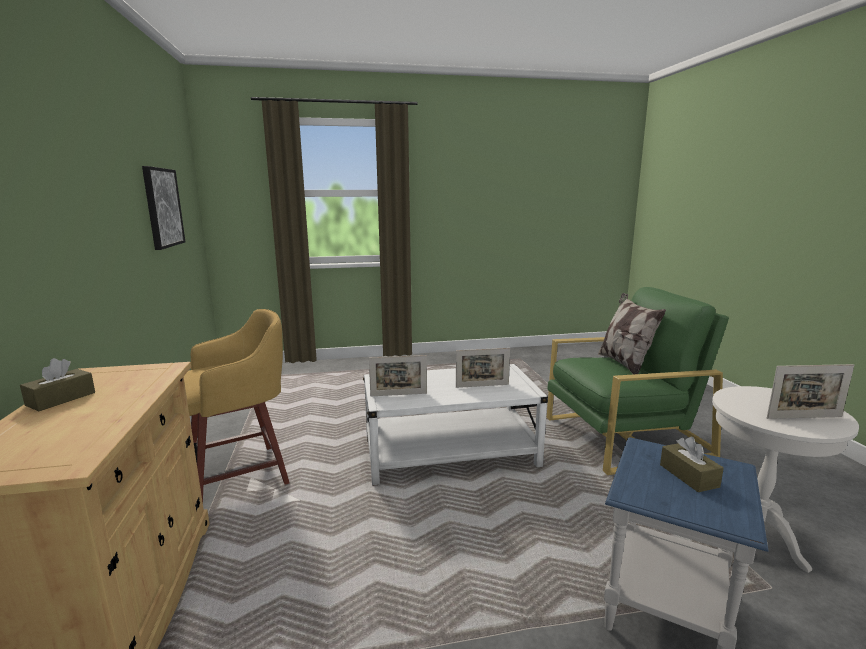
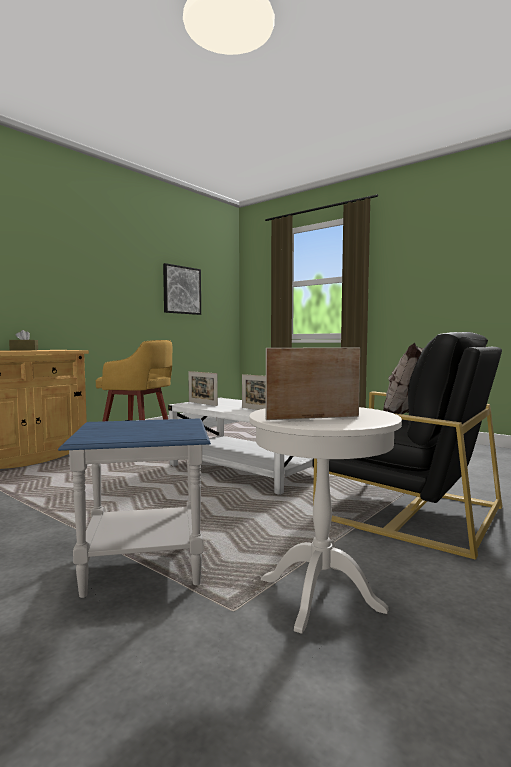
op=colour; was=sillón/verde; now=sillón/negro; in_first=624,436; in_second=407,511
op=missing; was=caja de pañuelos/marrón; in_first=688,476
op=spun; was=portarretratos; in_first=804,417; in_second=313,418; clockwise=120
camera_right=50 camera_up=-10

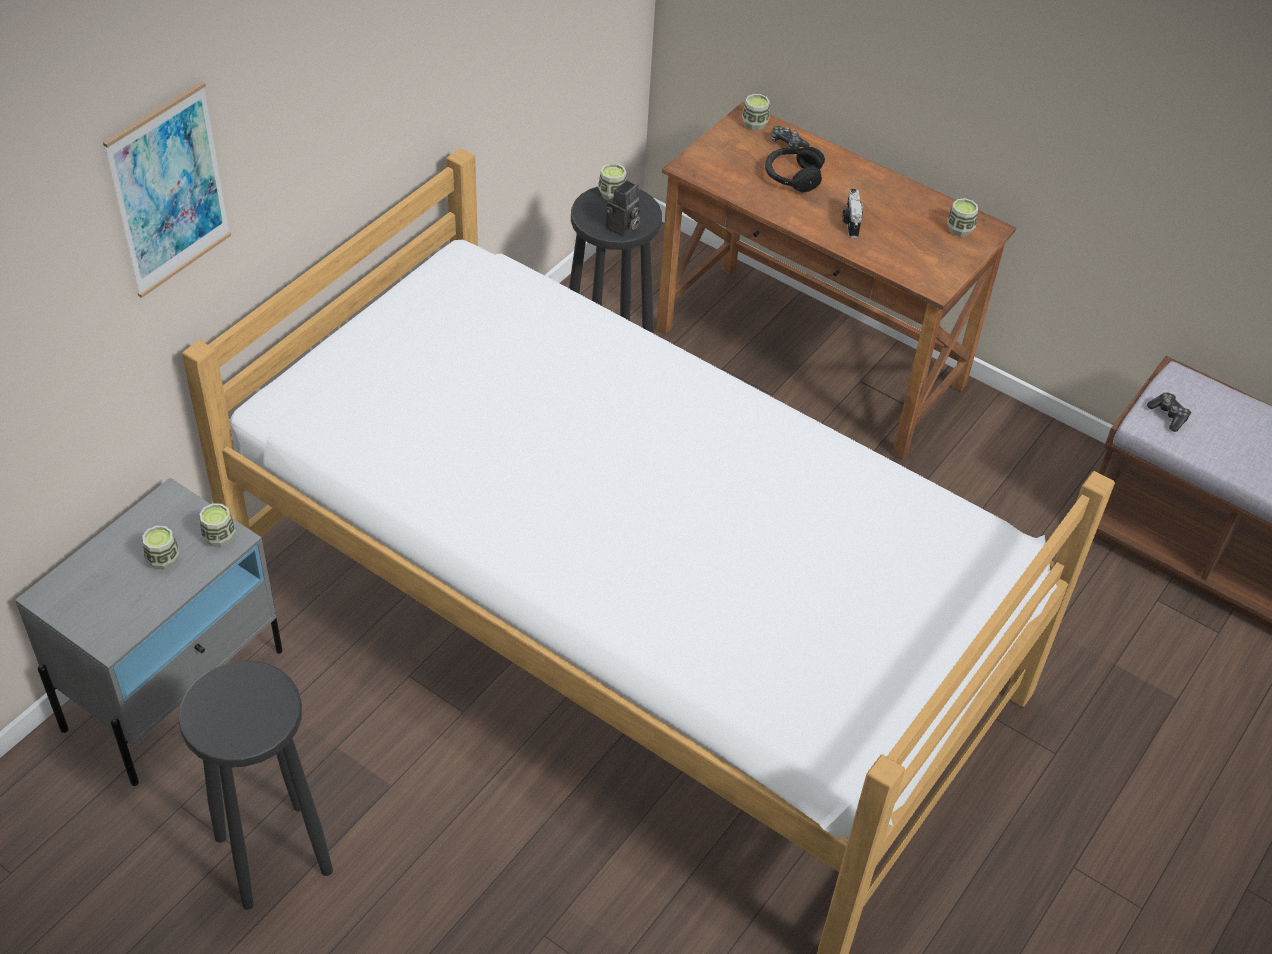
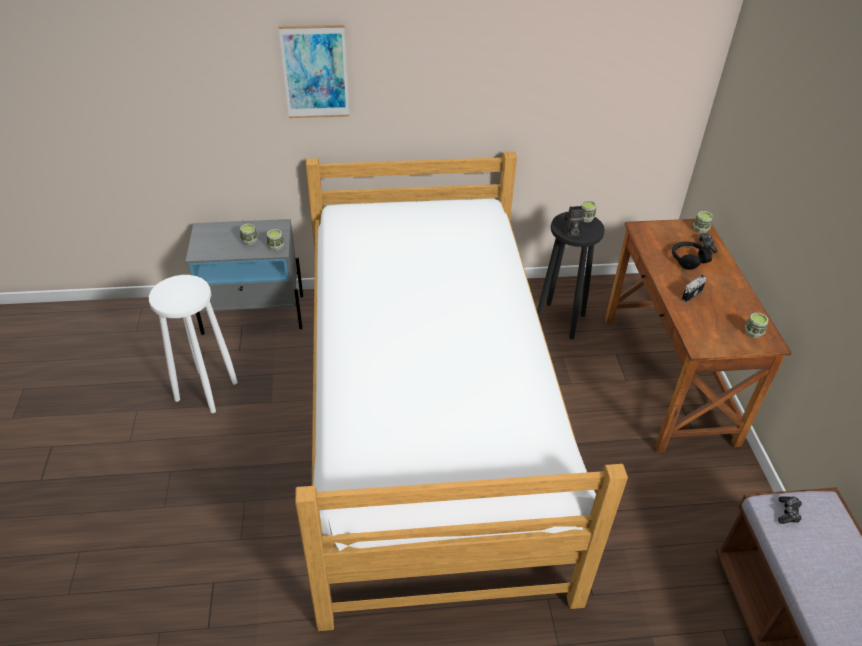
op=colour; was=taburete/negro; now=taburete/blanco; in_first=274,856; in_second=205,391
camera_right=50 camera_up=-5

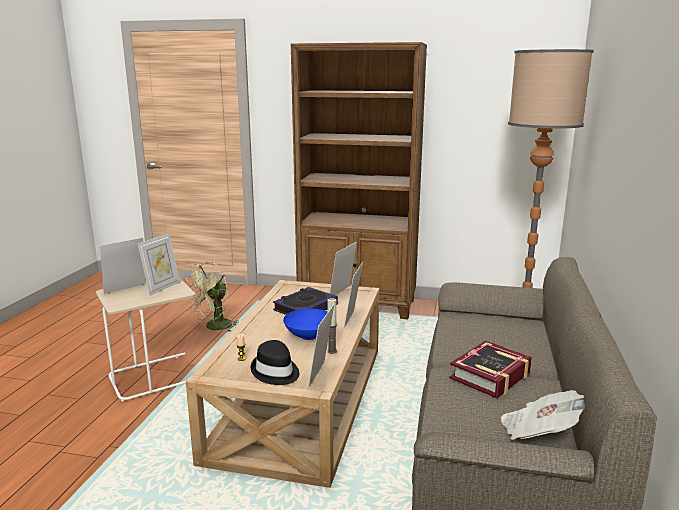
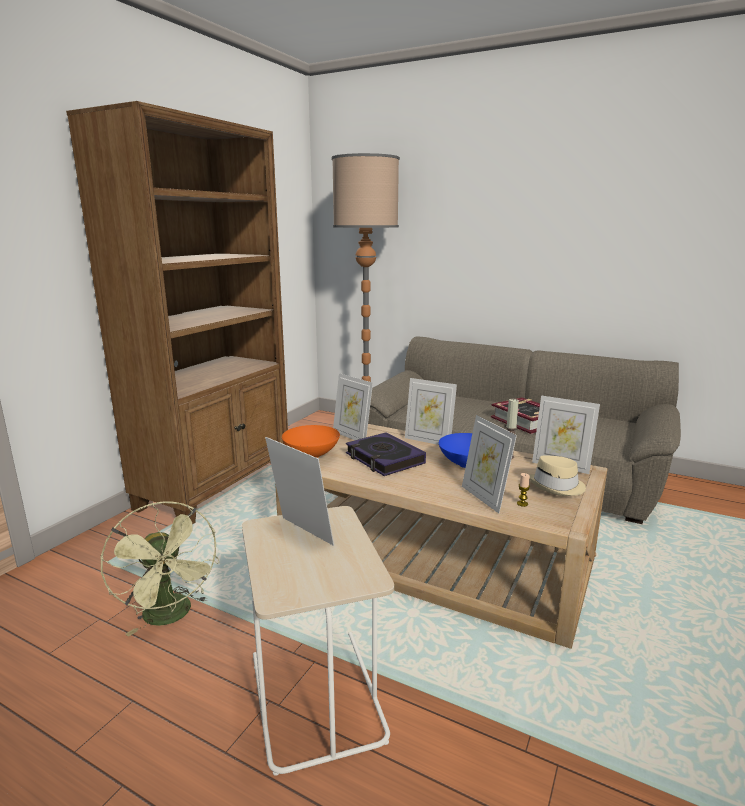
op=relocated; was=portarretratos; in_first=126,290; in_second=484,498
op=colour; was=sombrero/negro; now=sombrero/beis; in_first=275,372; in_second=557,486
op=missing; was=periódico; in_first=539,432
op=appeared; now=cuenco/naranja; in_second=311,455
camera_right=-75 camera_up=0

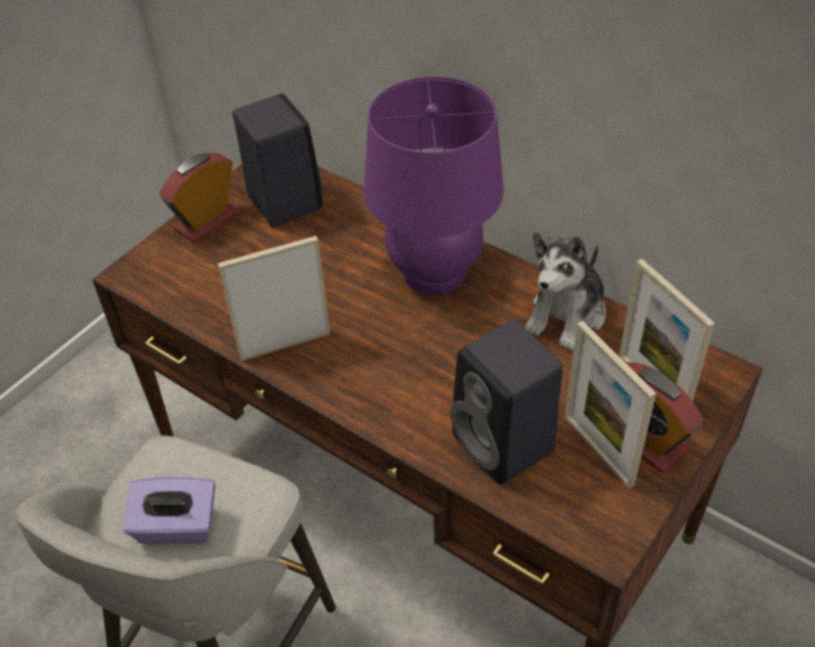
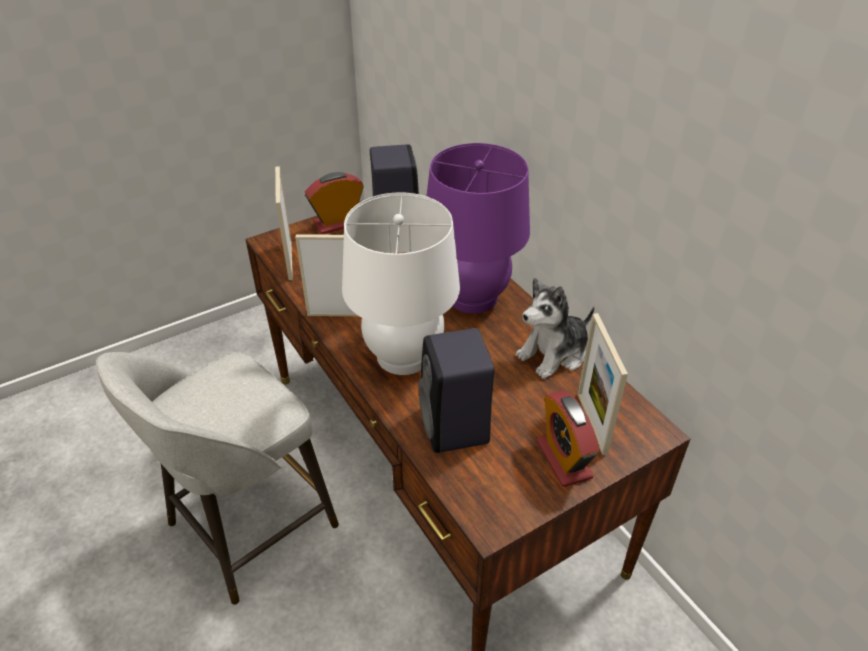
op=missing; was=caja de pañuelos/morado; in_first=176,527
op=relocated; was=portarretratos; in_first=598,450; in_second=290,260
op=appeared; now=lámpara de mesa/blanco; in_second=403,356
camera_right=20 camera_up=-5

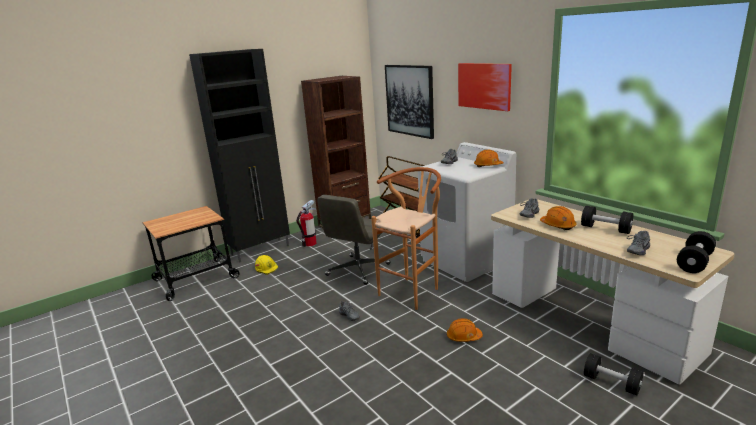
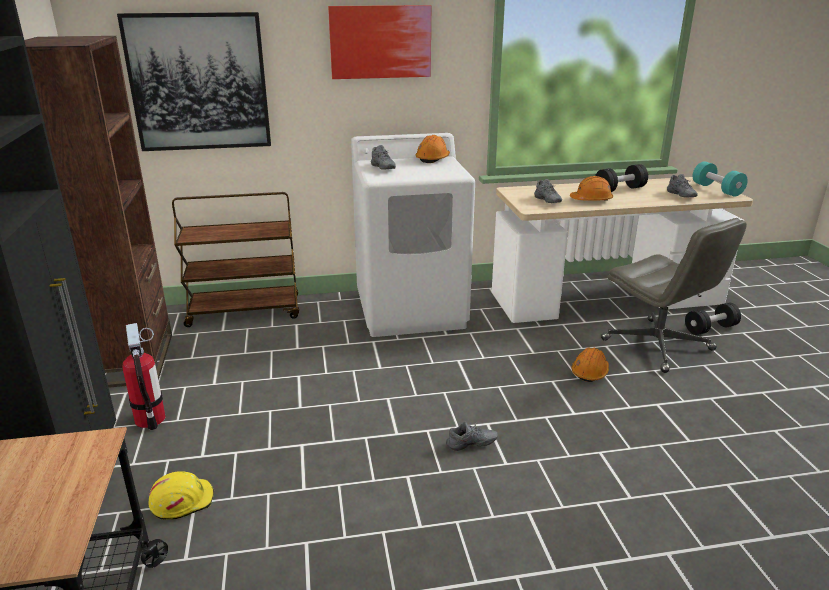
op=relocated; was=silla de oficina/gris; in_first=358,270; in_second=658,345
op=missing; was=taburete/marrón; in_first=413,290
op=colour; was=mancuerna/negro; now=mancuerna/turquesa; in_first=694,262; in_second=717,189
camera_right=-65 camera_up=5

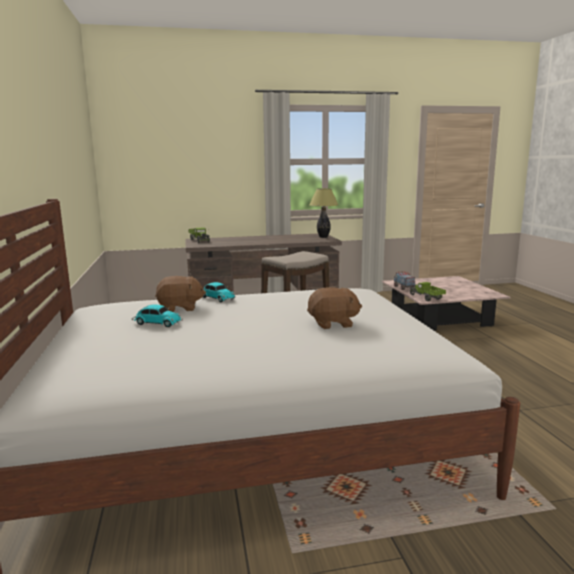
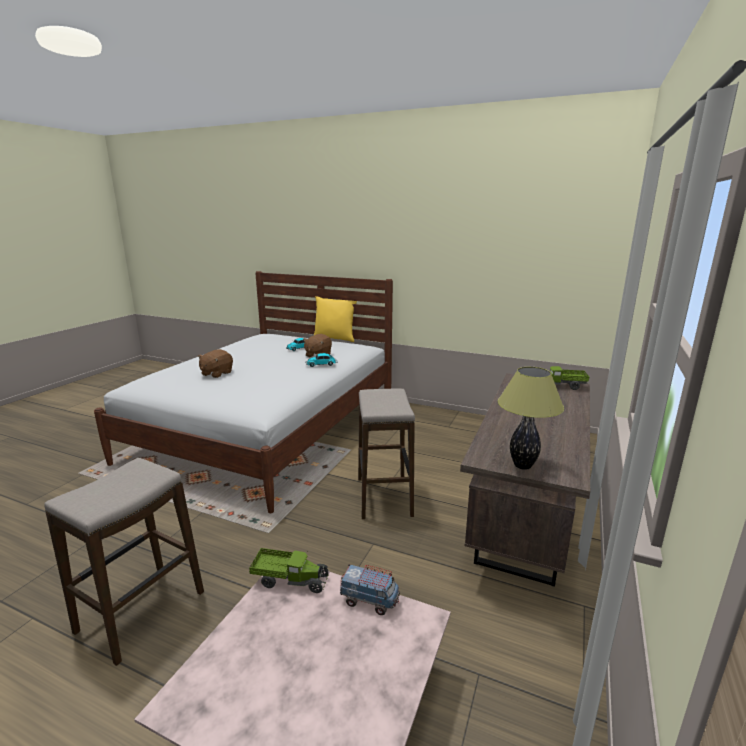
op=appeared; now=taburete; in_second=141,612
op=appeared; now=cojín/amarillo; in_second=335,339
camera_right=125 camera_up=5

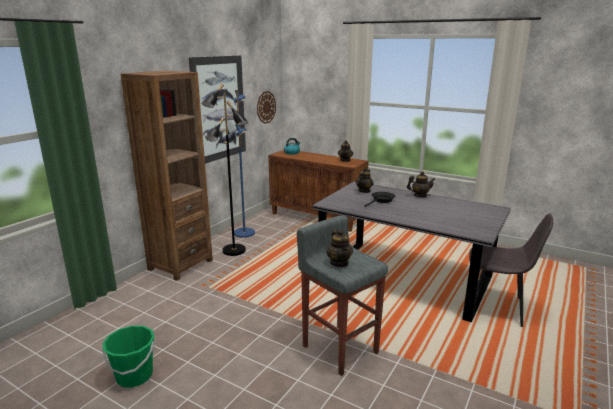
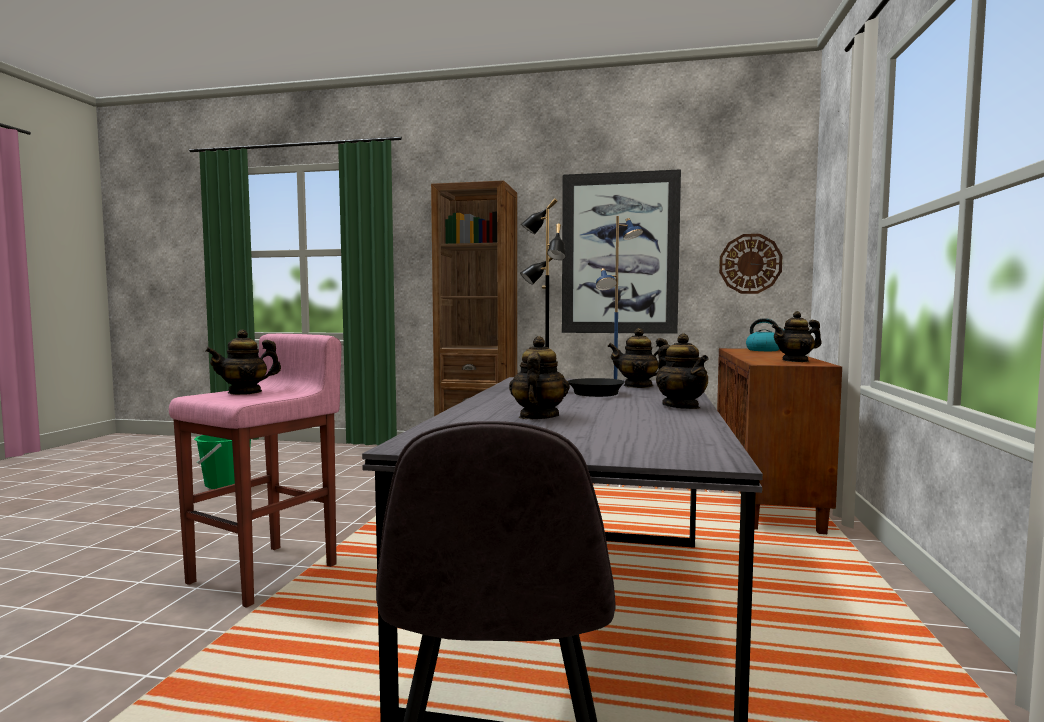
op=colour; was=taburete/gris; now=taburete/rosa; in_first=340,348; in_second=266,573
op=appeared; now=tetera; in_second=538,417
camera_right=70 camera_up=-15

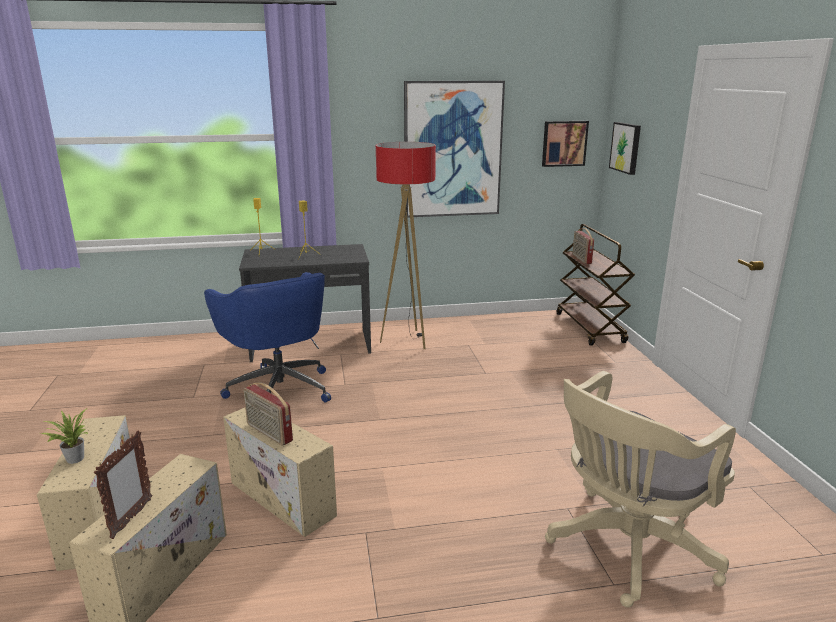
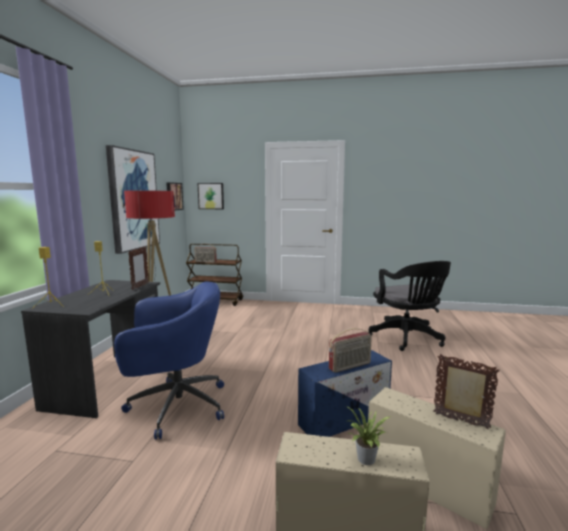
op=colour; was=caja de almacenaje/beis; now=caja de almacenaje/azul; in_first=283,499; in_second=345,419
op=colour; was=silla de oficina/beis; now=silla de oficina/negro; in_first=626,549; in_second=408,338
op=appeared; now=portarretratos; in_second=140,286
camera_right=-70 camera_up=-10

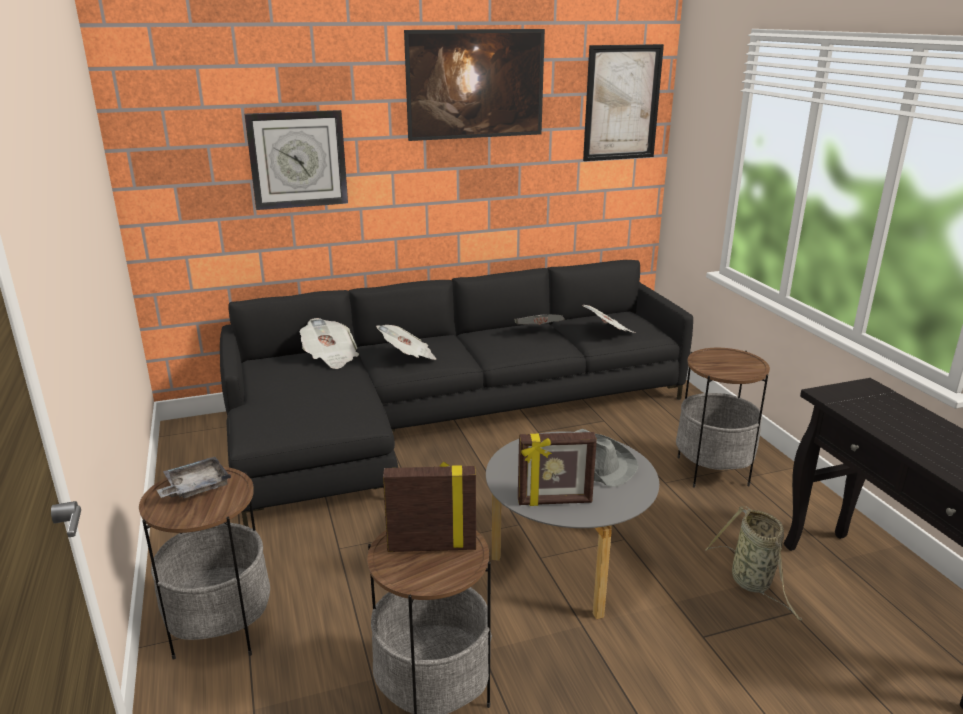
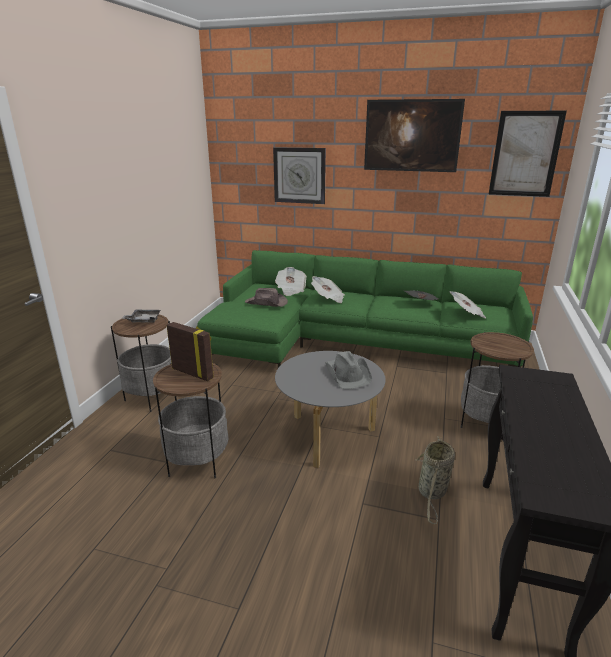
op=colour; was=sofá/negro; now=sofá/verde; in_first=443,419; in_second=350,343
op=missing; was=portarretratos; in_first=554,502
op=appeared; now=sombrero/marrón; in_second=266,303
camera_right=35 camera_up=0

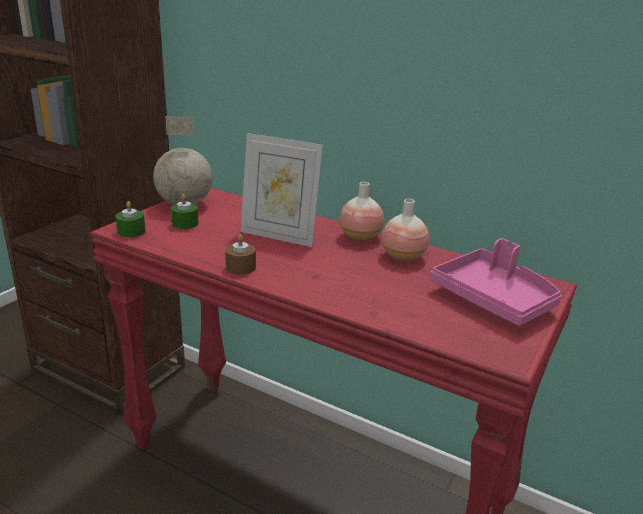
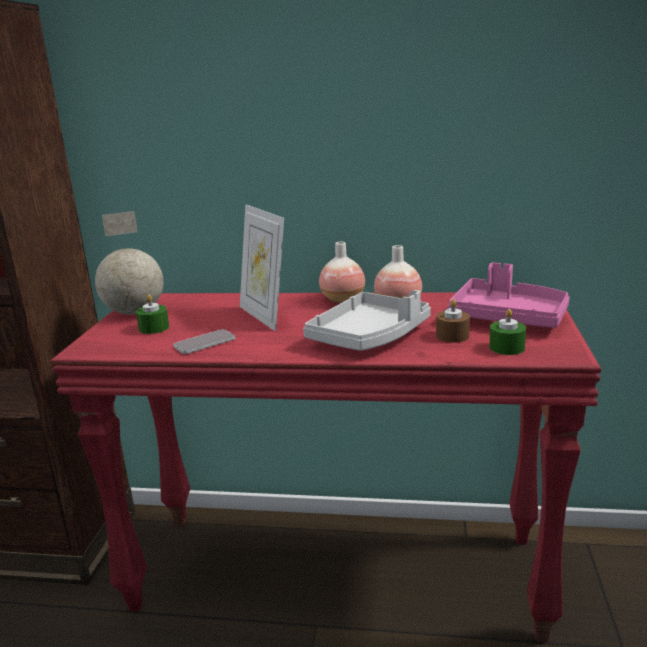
op=relocated; was=vela/verde; in_first=131,231; in_second=506,347
op=relocated; was=vela/marrón; in_first=240,267; in_second=452,336
op=spun; was=portarretratos; in_first=279,236; in_second=264,316; clockwise=60
op=appeared; now=móvil; in_second=204,343
op=appeared; now=bandeja/gris; in_second=369,336
camera_right=-20 camera_up=-5

